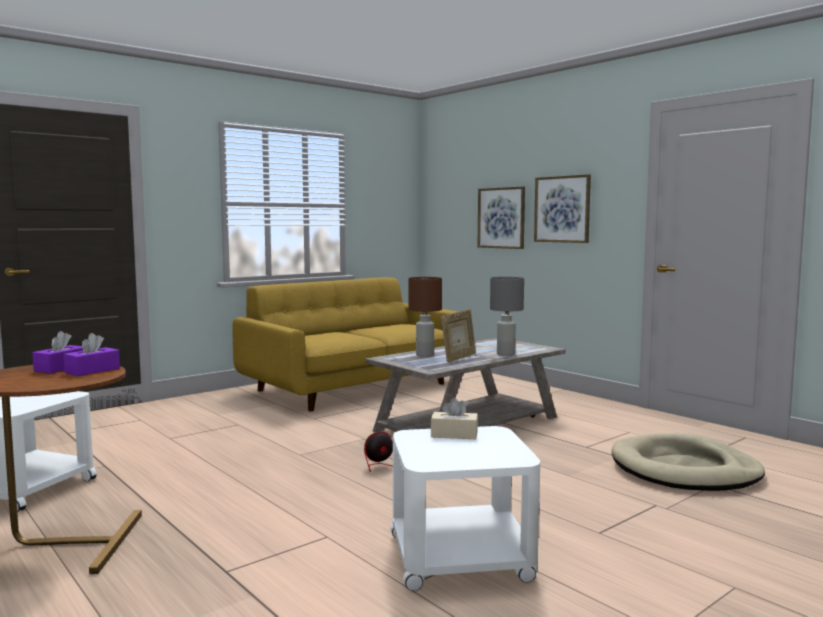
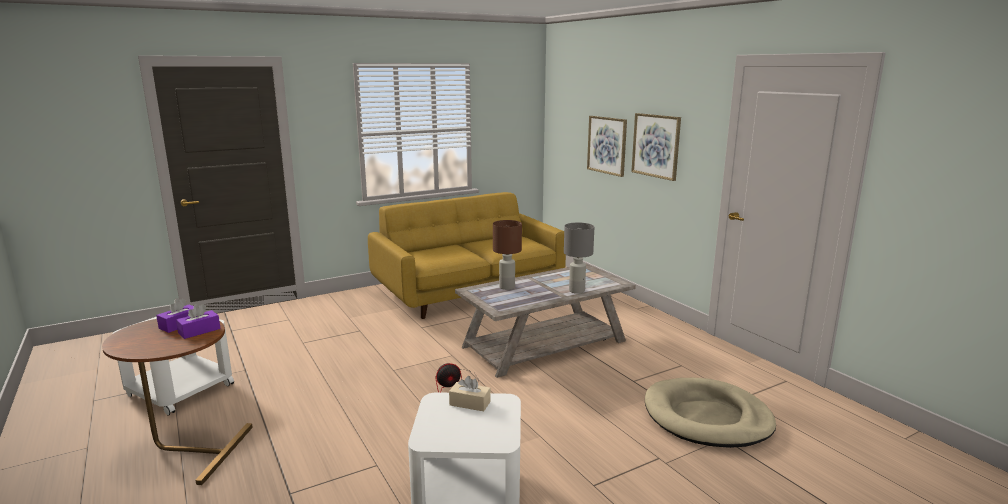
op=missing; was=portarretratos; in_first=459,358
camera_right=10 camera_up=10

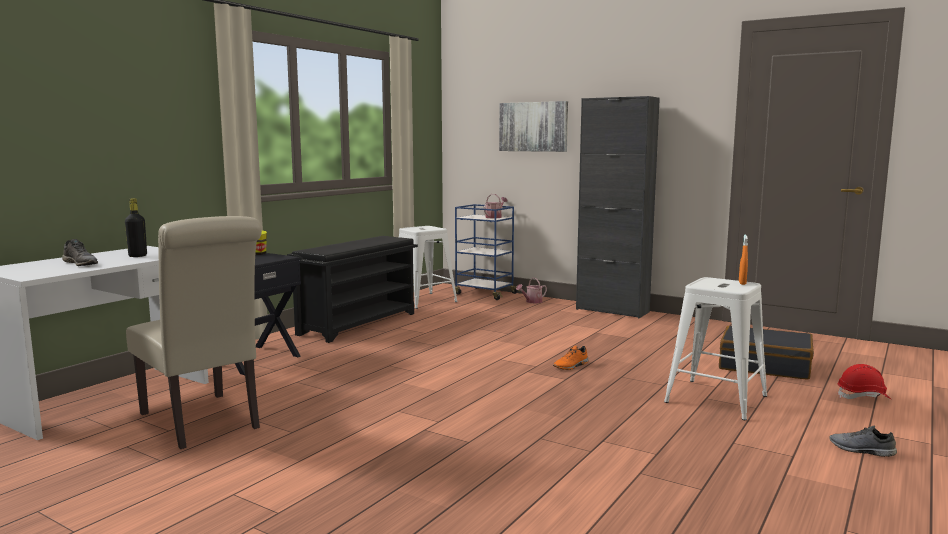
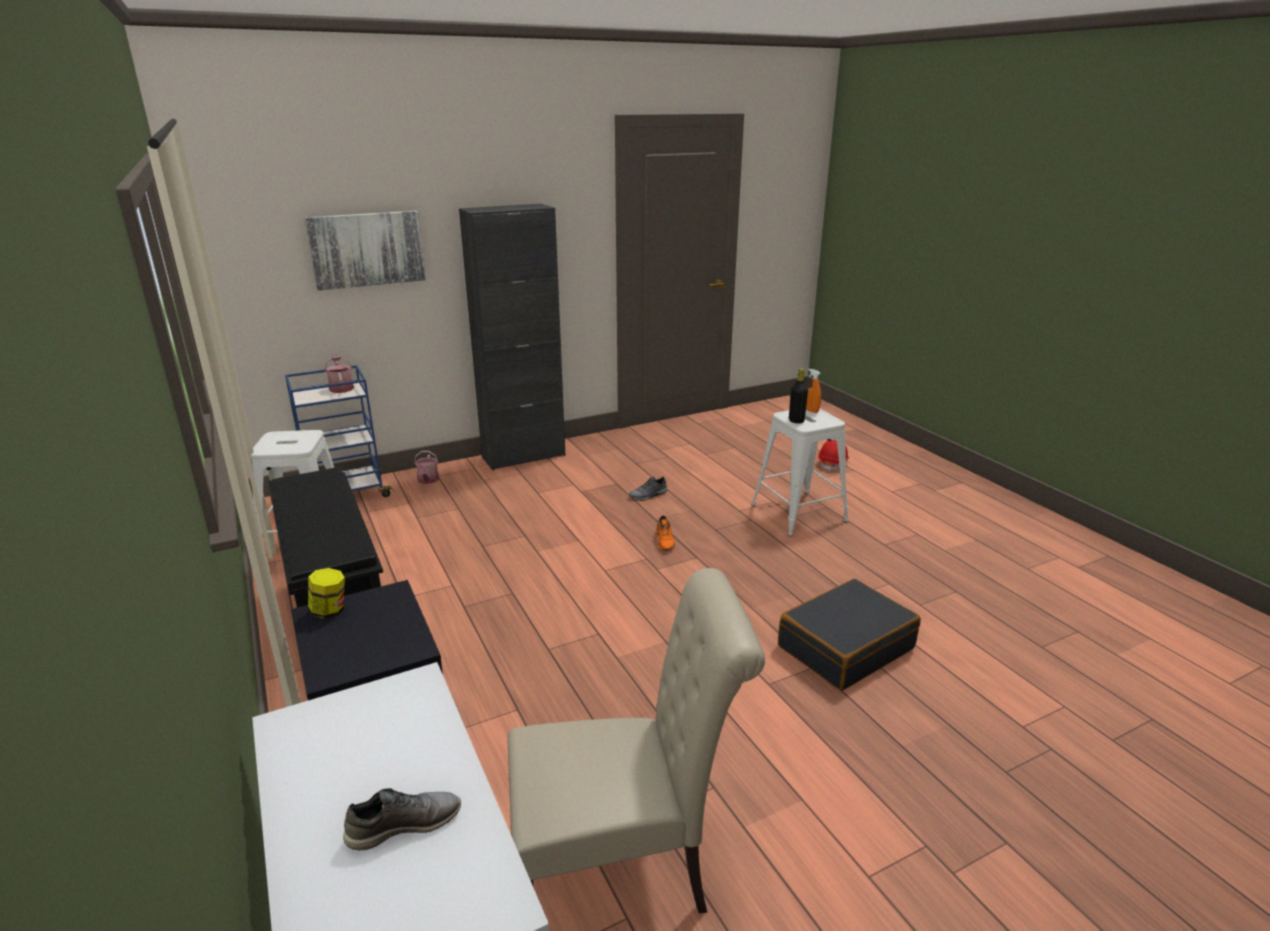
op=relocated; was=botella/negro; in_first=137,256; in_second=796,421
op=relocated; was=maleta/negro; in_first=765,365; in_second=845,647
op=relocated; was=zapato/gris; in_first=861,450; in_second=648,495
camera_right=-60 camera_up=15

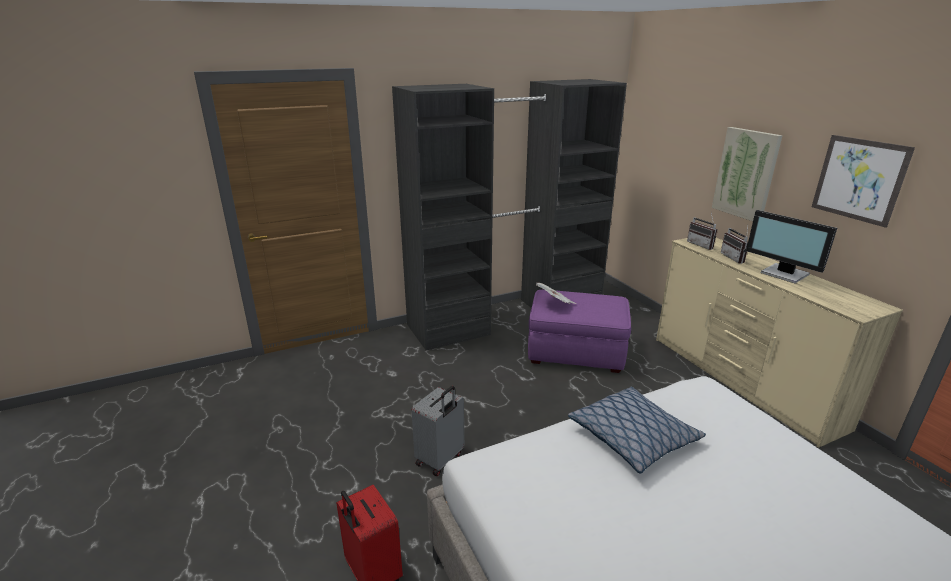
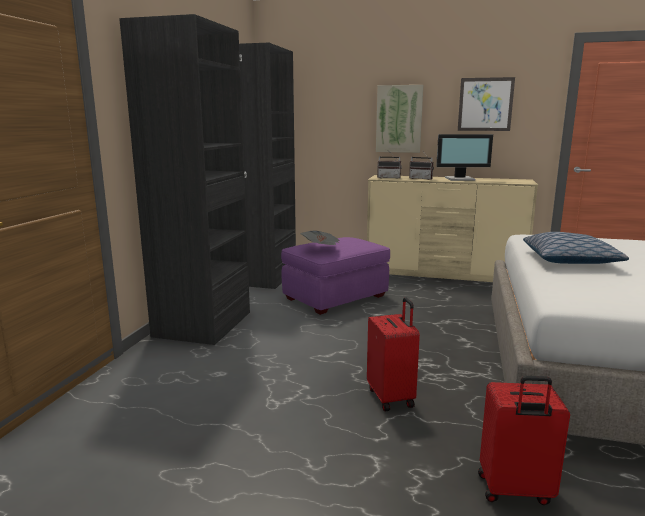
op=colour; was=maleta/gris; now=maleta/rojo; in_first=440,459; in_second=392,397
camera_right=-50 camera_up=-10

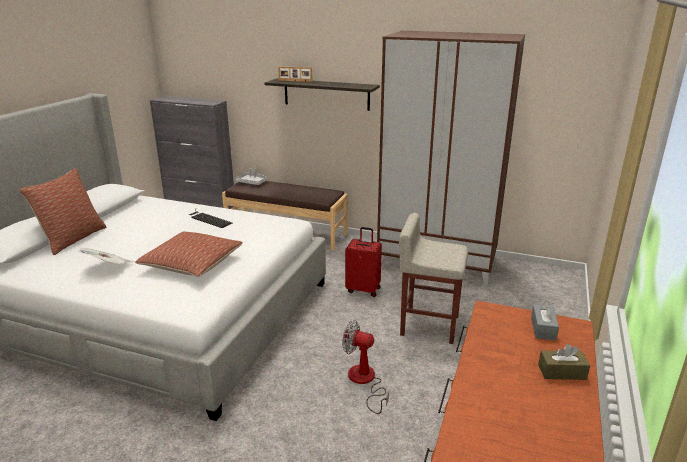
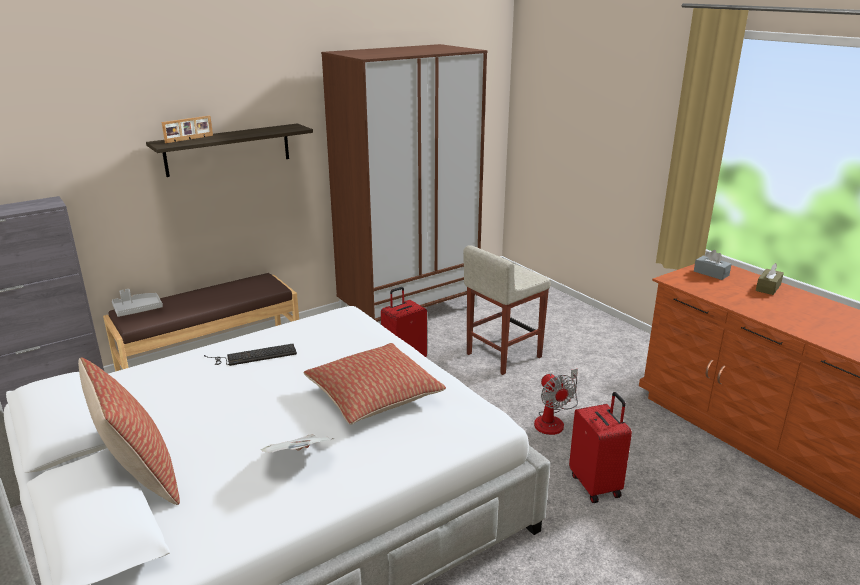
op=spun; was=ventilador; in_first=364,381; in_second=553,420; clockwise=-75
op=appeared; now=maleta/rojo; in_second=596,485
camera_right=-55 camera_up=0

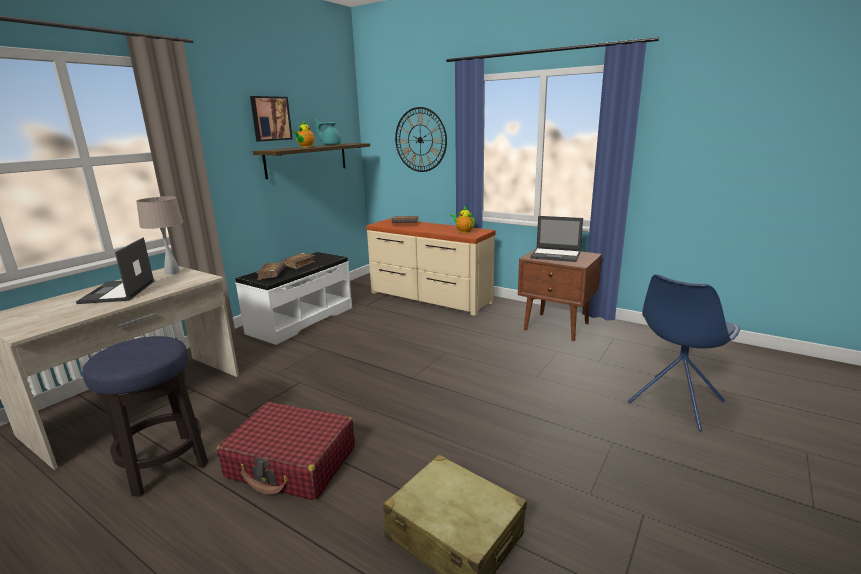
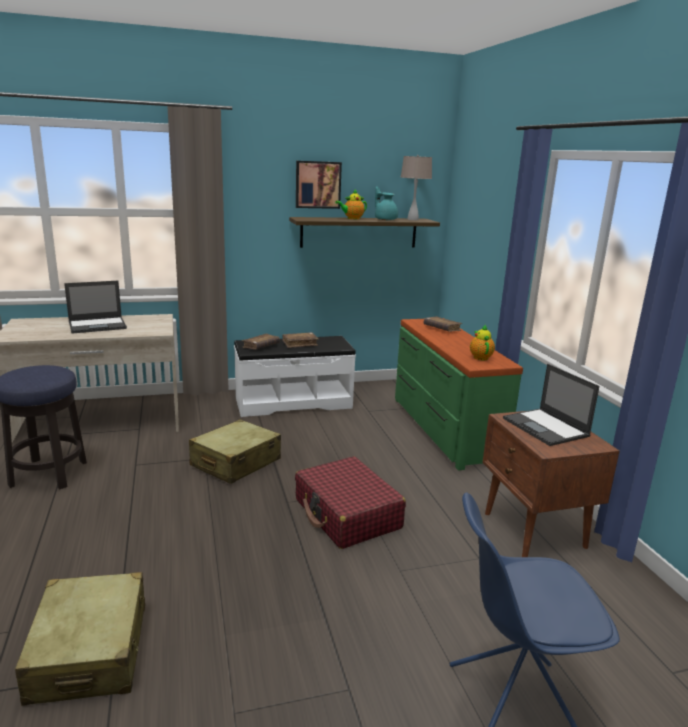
op=spun; was=portátil; in_first=118,292; in_second=98,325; clockwise=-150
op=relocated; was=lámpara de mesa/beis; in_first=172,272; in_second=413,219
op=relocated; was=maleta/rojo; in_first=292,463; in_second=347,514
op=colour; was=cómoda/beis; now=cómoda/verde; in_first=429,298; in_second=443,429
op=missing; was=reloj de pared; in_first=420,140
op=appeared; now=maleta/beis; in_second=235,463
camera_right=40 camera_up=0

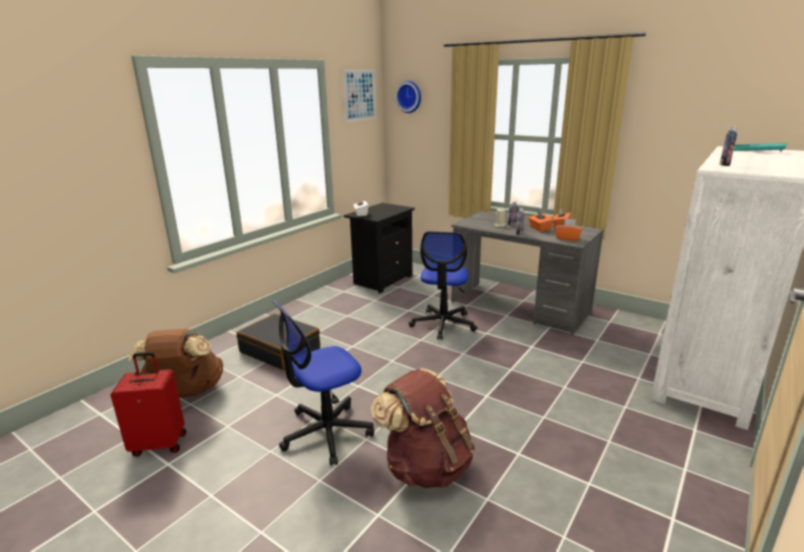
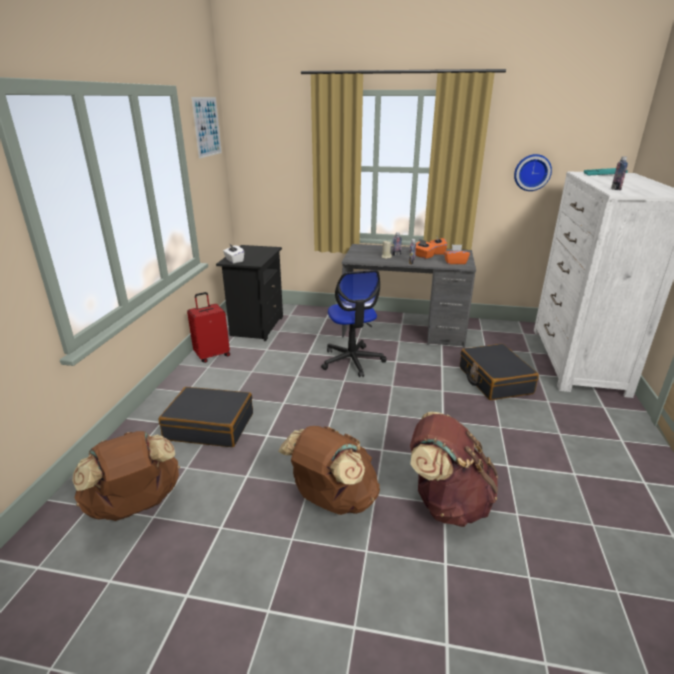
op=relocated; was=maleta/rojo; in_first=159,443; in_second=212,355
op=exchanged; was=silla de oficina; now=mochila/marrón; in_first=326,432; in_second=332,500
op=relocated; was=reloj de pared; in_first=409,96; in_second=532,172
op=appeared; now=maleta/negro; in_second=494,380
camera_right=-25 camera_up=5

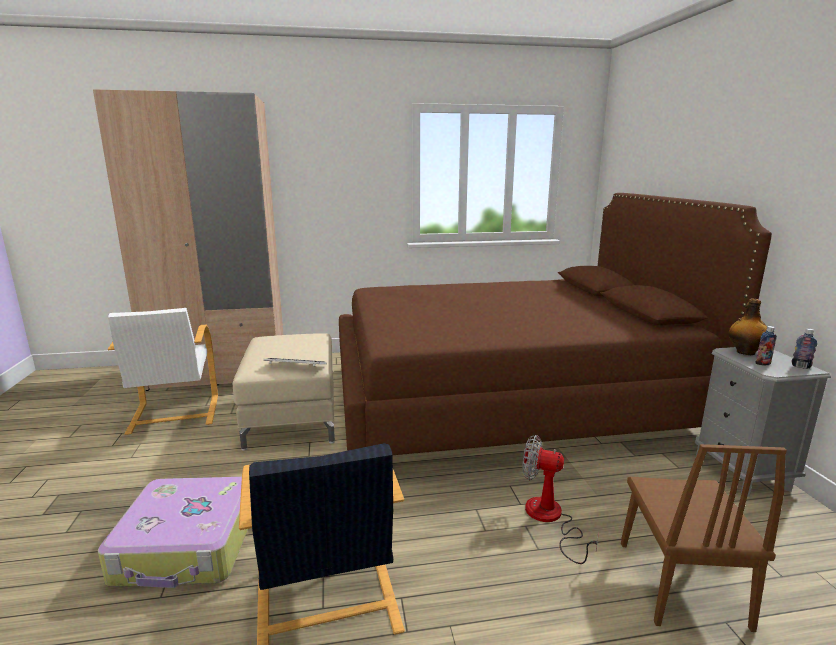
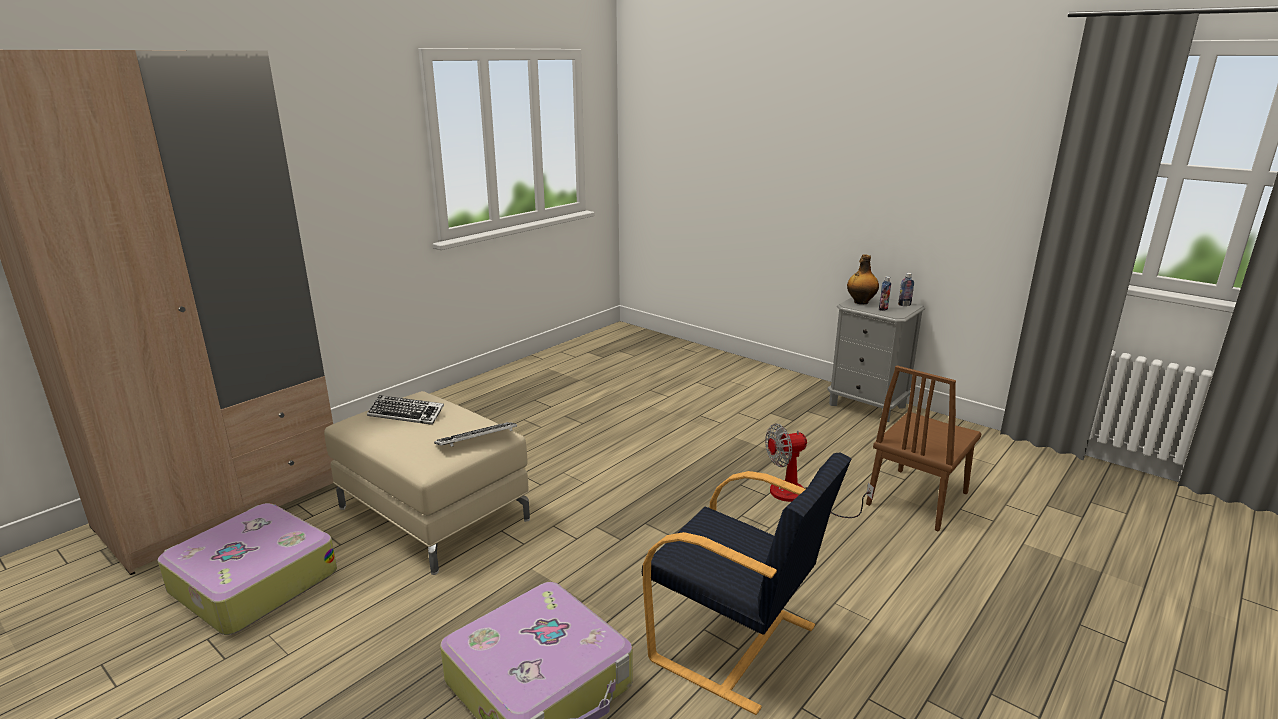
op=exchanged; was=sillón/blanco; now=maleta; in_first=174,415; in_second=252,582
op=missing; was=cama/marrón; in_first=506,400
op=spun; was=silla/marrón; in_first=681,583; in_second=917,498; clockwise=75
op=appeared; now=teclado; in_second=406,414
camera_right=-40 camera_up=5

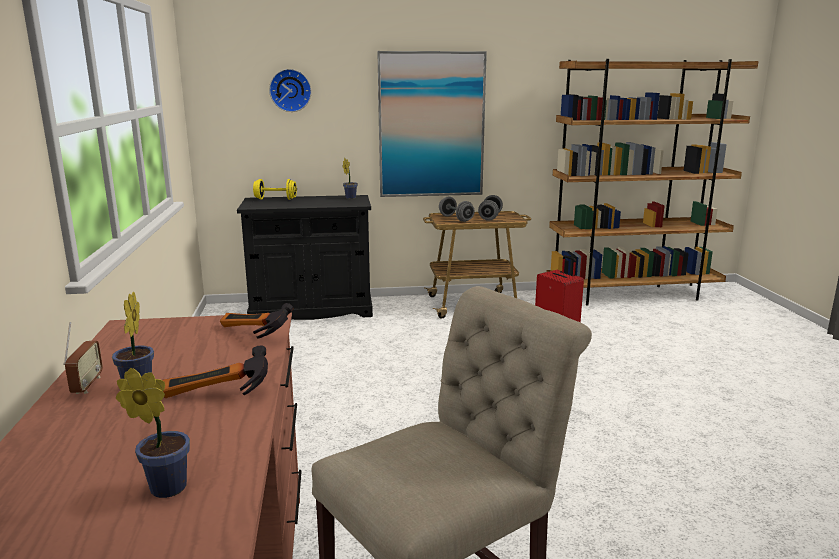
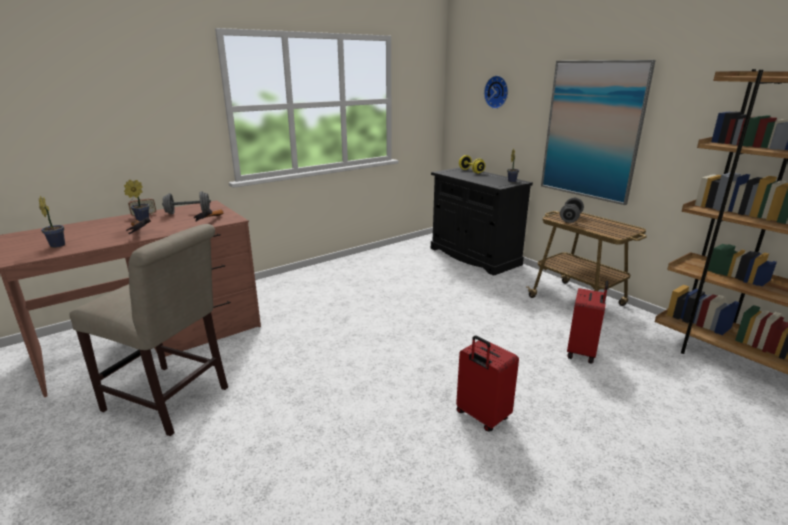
op=relocated; was=mancuerna/gris; in_first=490,217; in_second=188,212
op=appeared; now=maleta/rojo; in_second=481,416
camera_right=60 camera_up=5

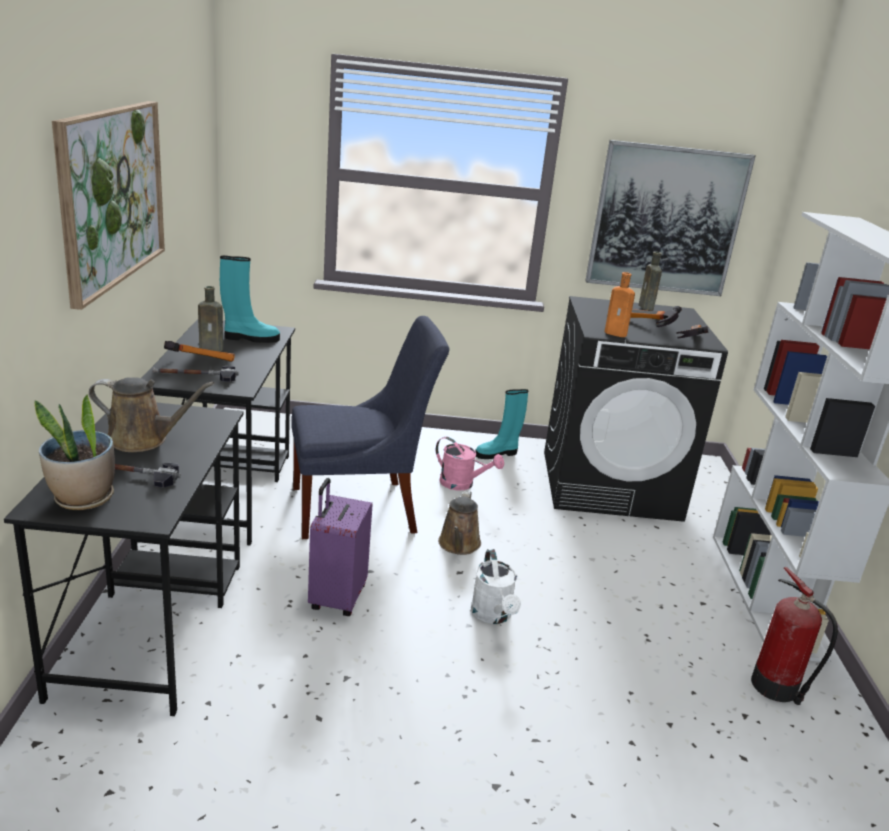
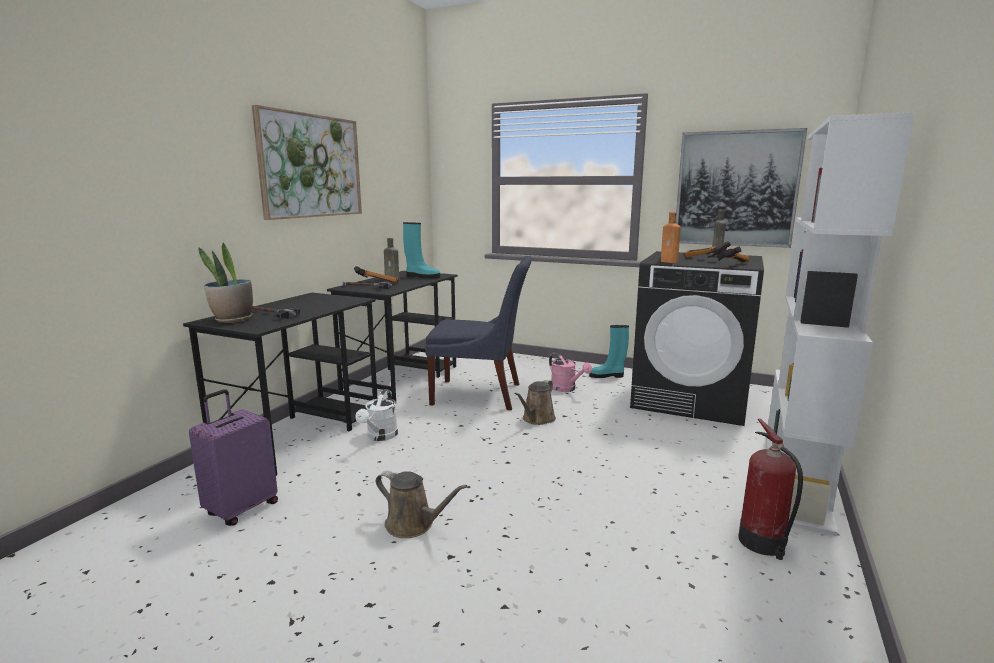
op=relocated; was=regadera/marrón; in_first=143,440; in_second=413,525
op=relocated; was=maleta/morado; in_first=336,598; in_second=241,509
op=relocated; was=regadera/blanco; in_first=493,615; in_second=380,436
camera_right=25 camera_up=-10

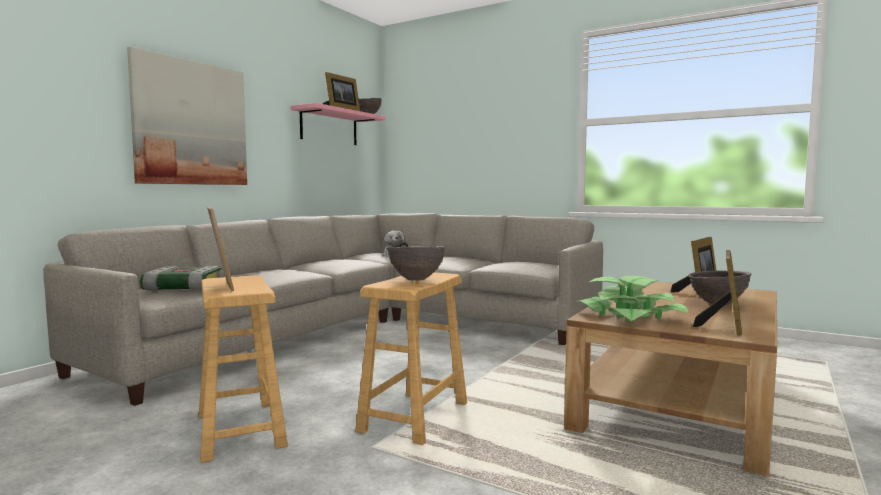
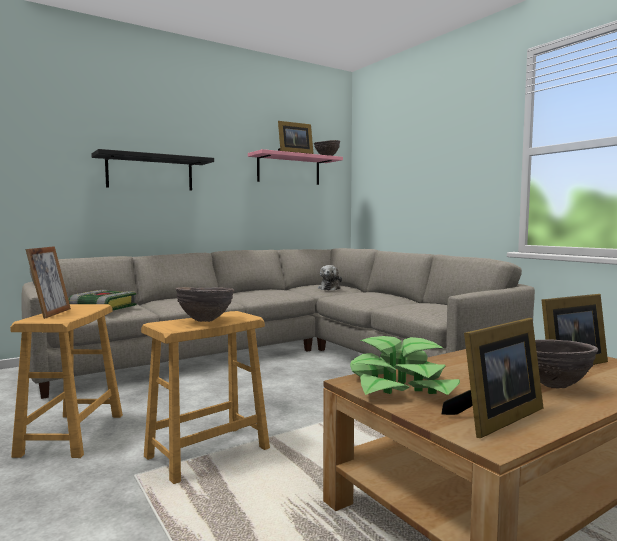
op=exchanged; was=cuadro; now=estante/negro; in_first=191,123; in_second=150,173
camera_right=25 camera_up=0

